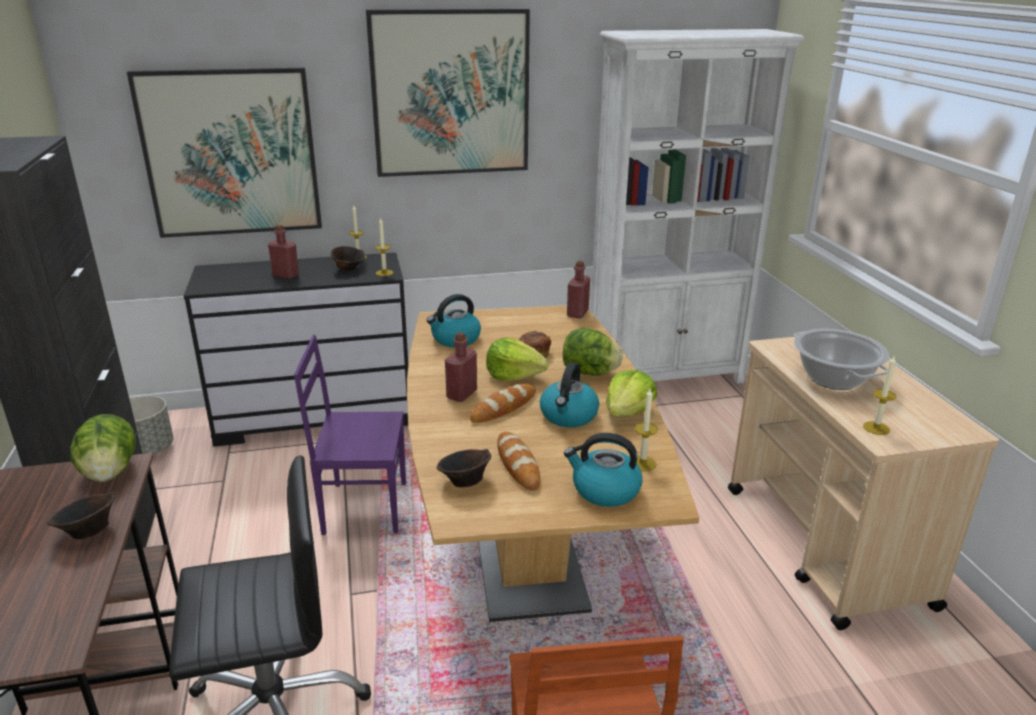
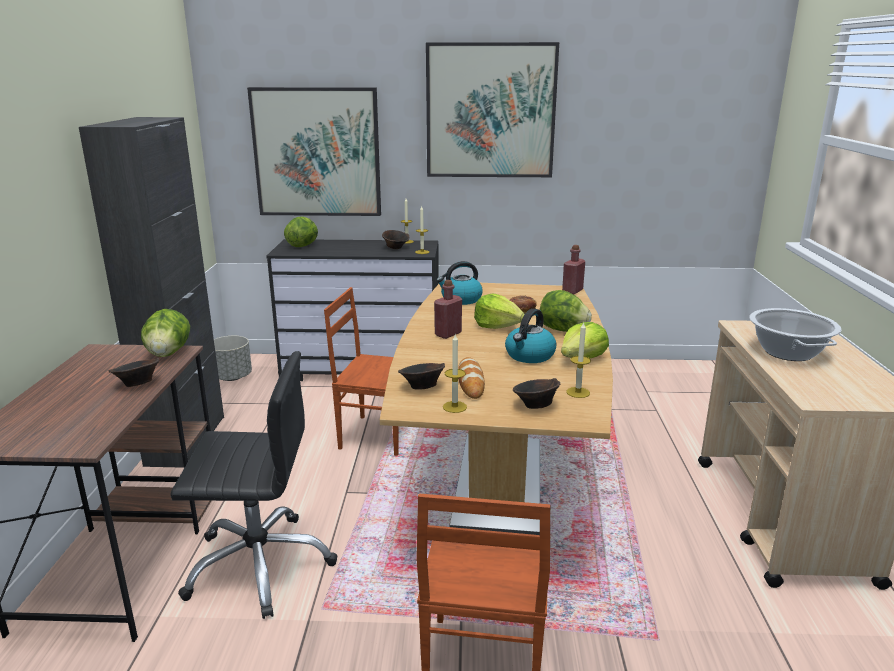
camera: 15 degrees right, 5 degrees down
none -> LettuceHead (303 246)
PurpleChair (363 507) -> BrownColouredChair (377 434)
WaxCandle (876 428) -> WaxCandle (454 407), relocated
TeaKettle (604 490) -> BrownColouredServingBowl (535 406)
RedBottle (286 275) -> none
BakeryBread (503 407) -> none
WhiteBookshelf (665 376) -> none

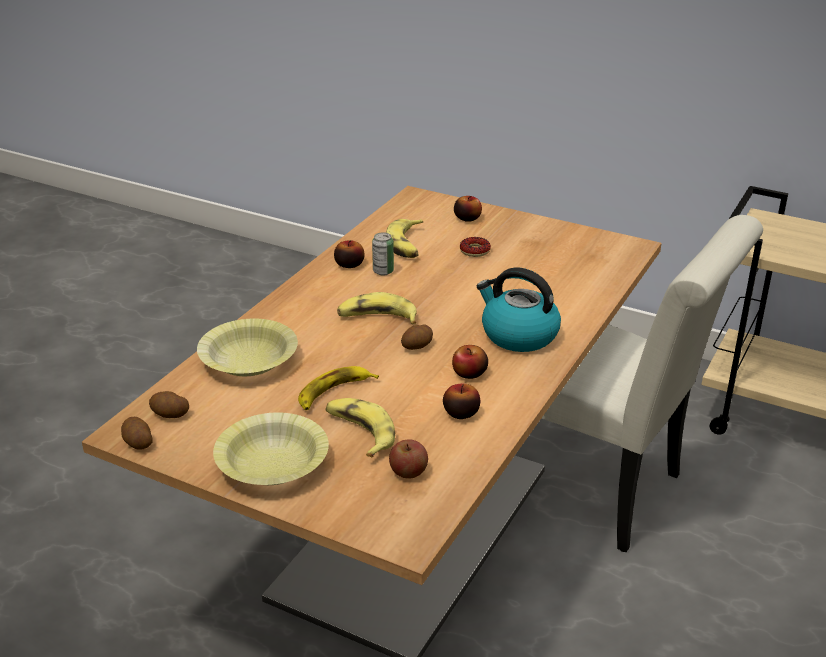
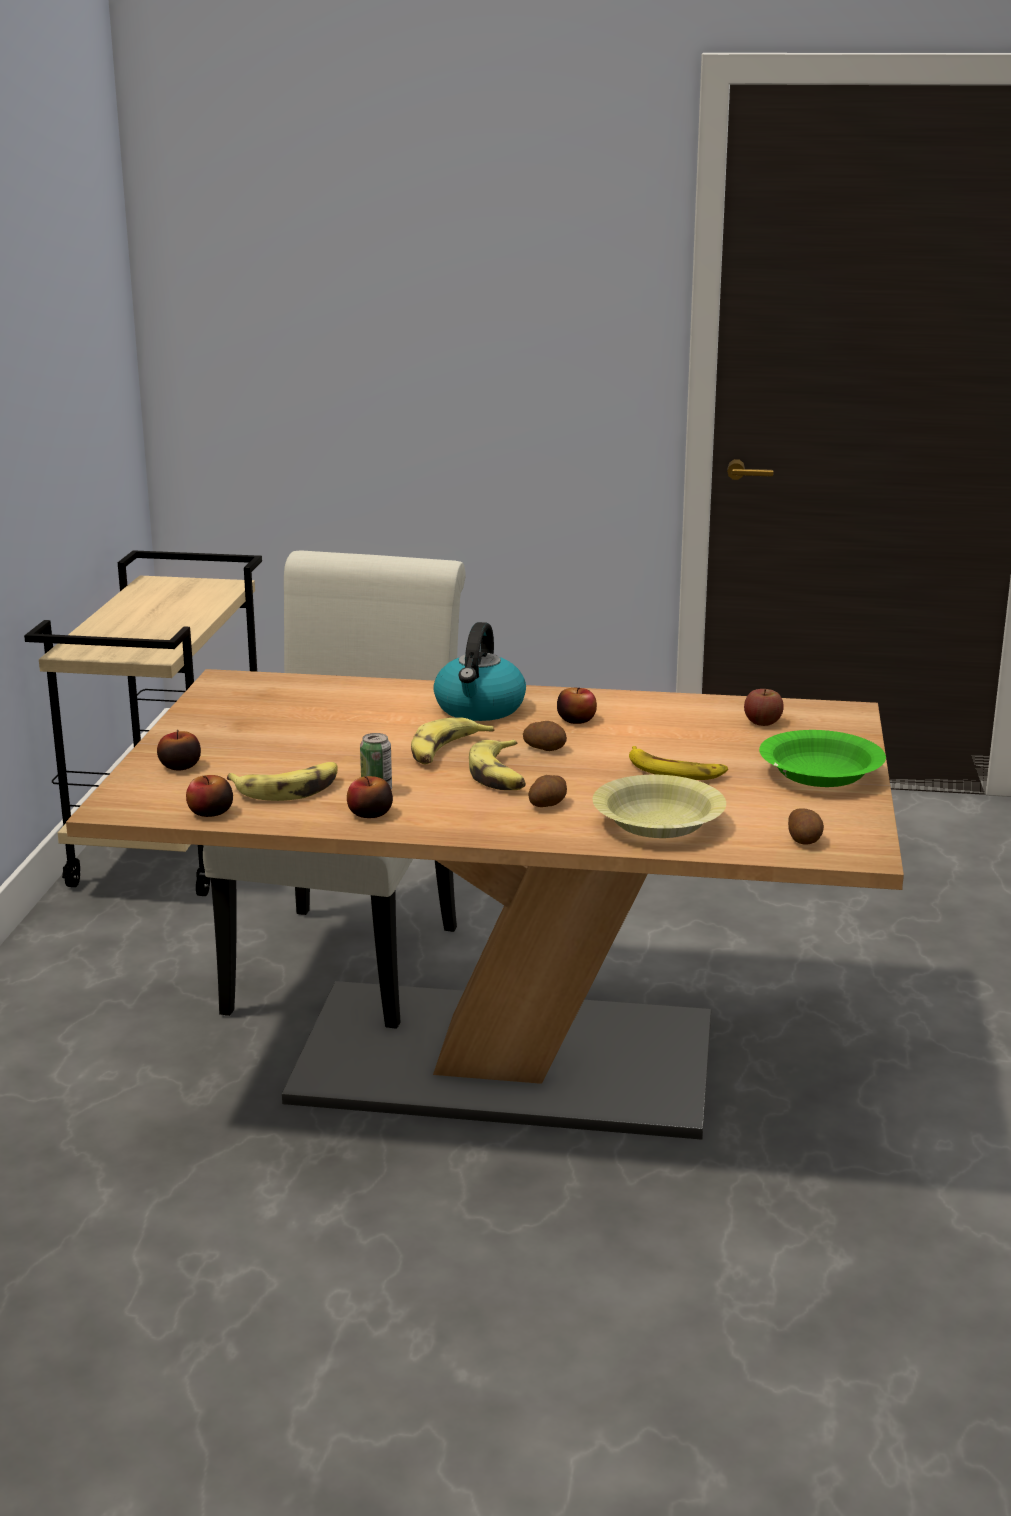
camera: 110 degrees left, 10 degrees down
WholeApple (461 413) -> WholeApple (210 812), relocated
BananaFruit (360 432) -> BananaFruit (446 752), relocated
Spud (137 443) -> Spud (548 804), relocated
YellowishServingBowl (273 464) -> GreenishServingBowl (820 774)
Donut (475 251) -> none

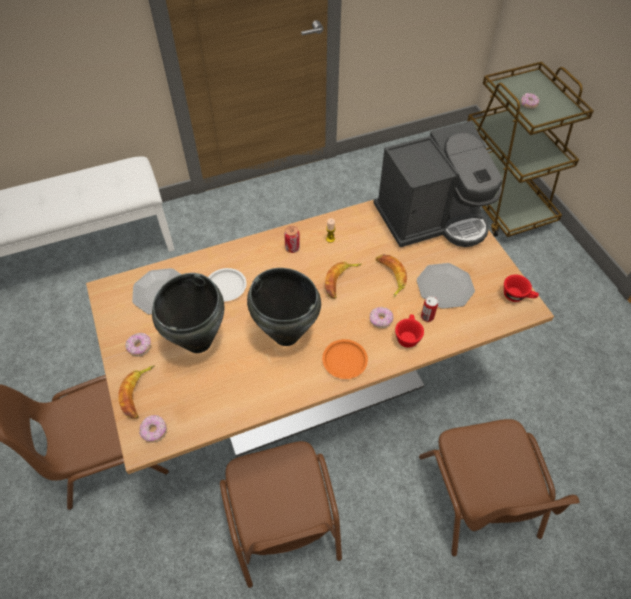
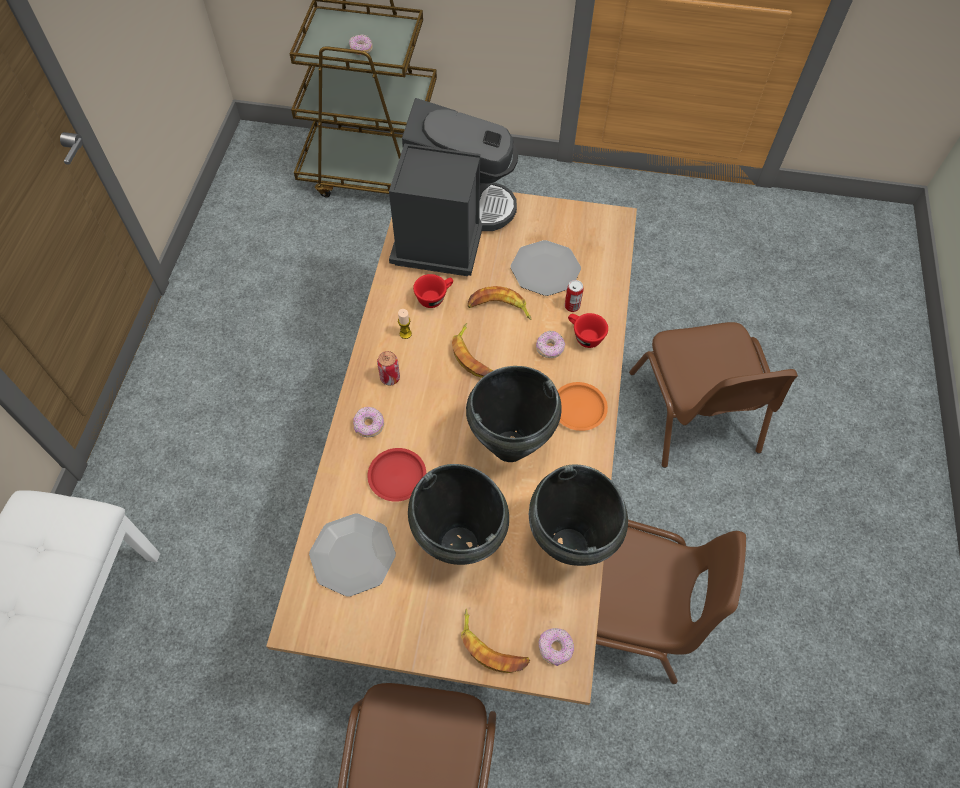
camera: 60 degrees left, 5 degrees up
Donut (140 347) -> Donut (369 425), relocated
WhiteDinnerPlate (225 287) -> RedDinnerPlate (397 477)
RedCup (517 296) -> RedCup (434 297), relocated
none -> BlackColouredCookingPot (568 547)
BrownColouredChair (479 497) -> BrownColouredChair (695 413), 60 degrees clockwise

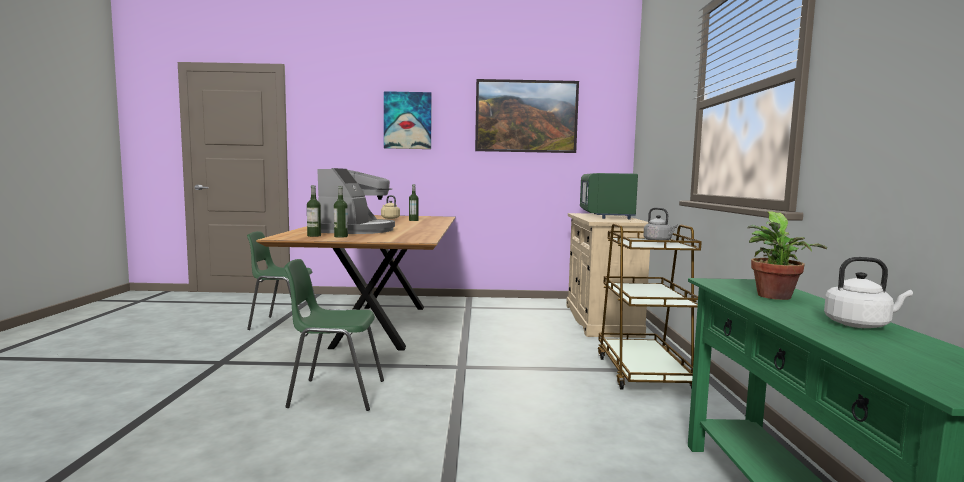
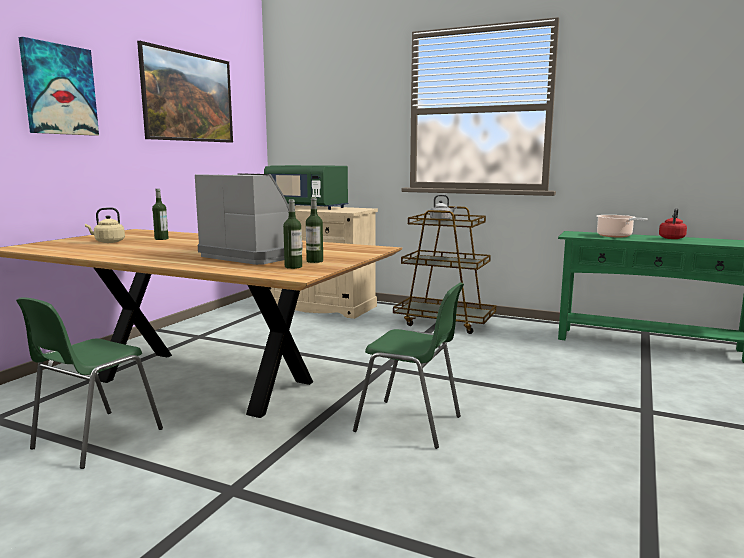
camera: 65 degrees left, 5 degrees up
GreenishChair (335 394) -> GreenishChair (411 424), 90 degrees counterclockwise
PlantInAPot (775 297) -> CookingPot (616 236)
WhiteTeaKettle (860 325) -> RedTeaKettle (672 238)

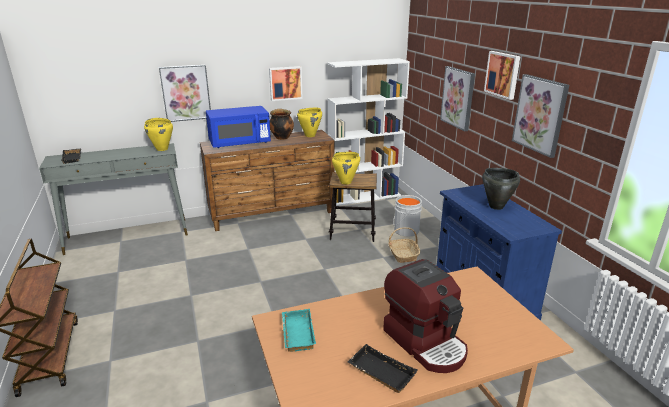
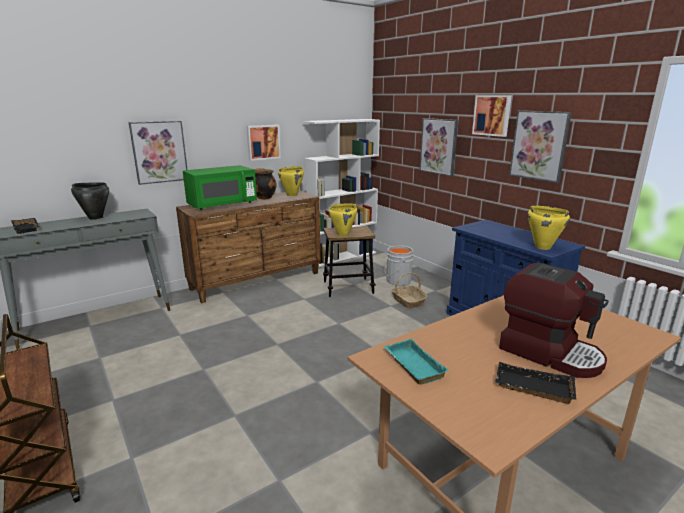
camera: 15 degrees left, 5 degrees down
BlackColouredCookingPot (496 206) -> BlackColouredCookingPot (95 217), relocated
BluishKitchenMicrowave (239 143) -> GreenishKitchenMicrowave (222 204)
YellowishCookingPot (162 149) -> YellowishCookingPot (542 247), relocated

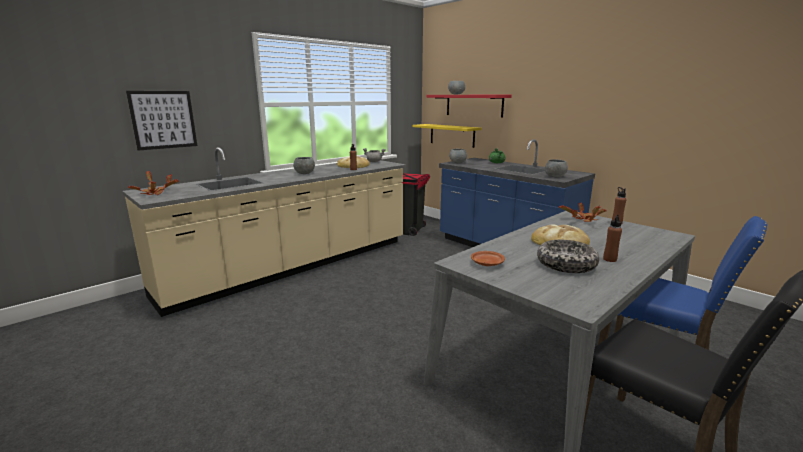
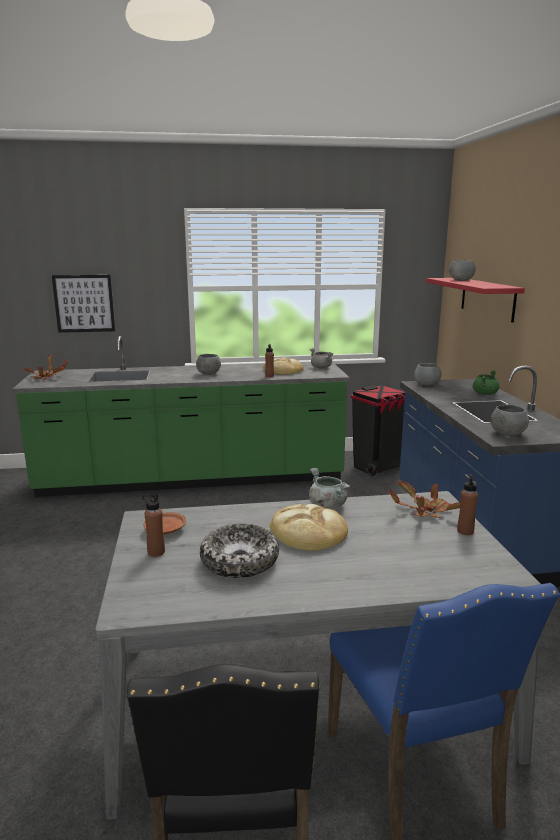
camera: 35 degrees right, 0 degrees up
BeigeKitchenCounter (294 266) -> GreenishKitchenCounter (193 479)
BrownColouredBottle (609 259) -> BrownColouredBottle (156 552), relocated
none -> GreyCookingPot (327 505)
YellowishShelf (452 135) -> none

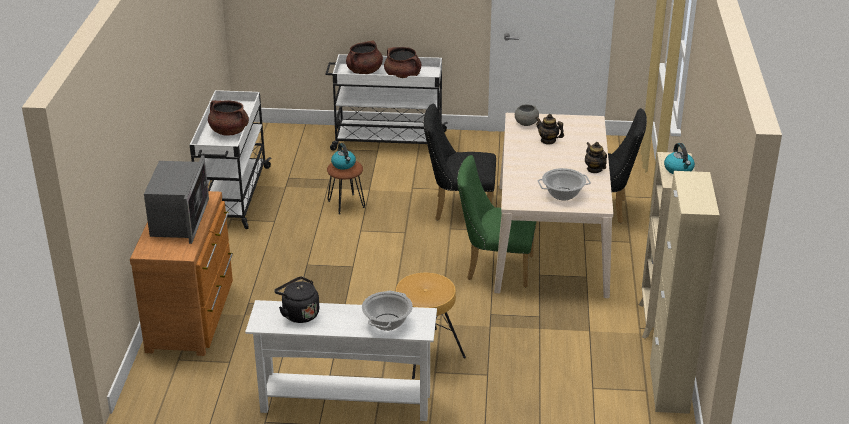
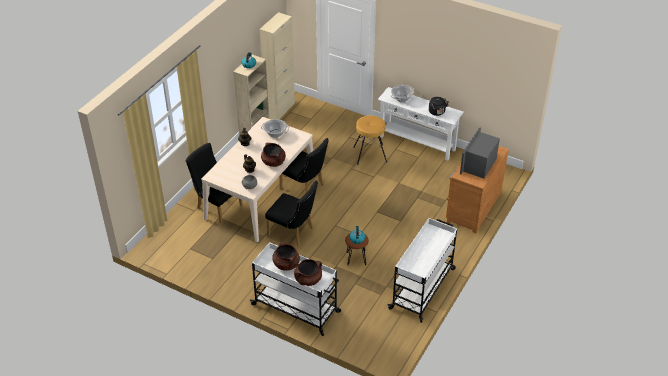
camera: 155 degrees left, 10 degrees up
BrownColouredCookingPot (229 131) -> BrownColouredCookingPot (273 162), relocated
GreenishChair (494 267) -> BlackColouredChair (305 187)

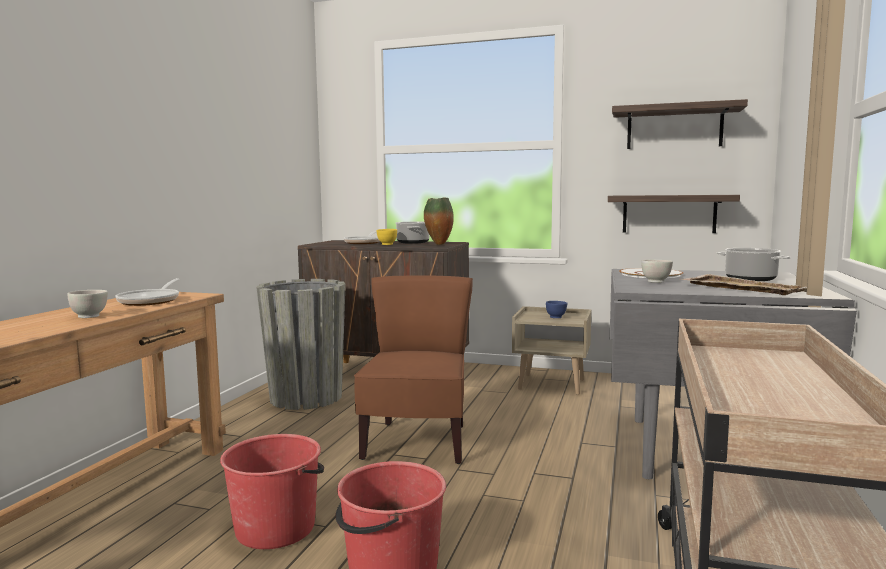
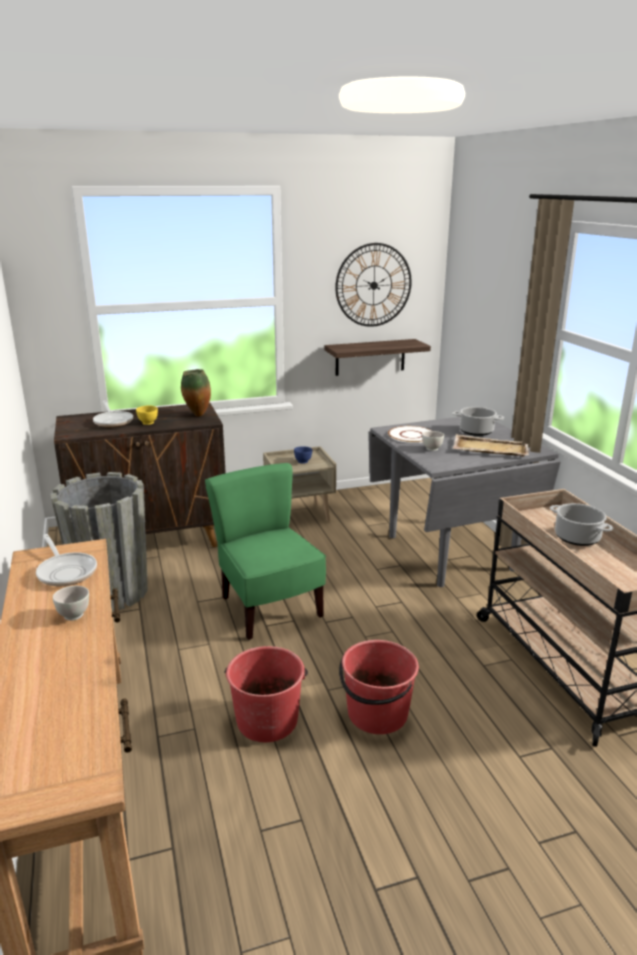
camera: 35 degrees left, 15 degrees up
BrownColouredChair (417 442) -> GreenishChair (269 608)
Shelf (674 128) -> ClockOnTheWall (373 285)
CookingPot (413 242) -> CookingPot (577 537), relocated

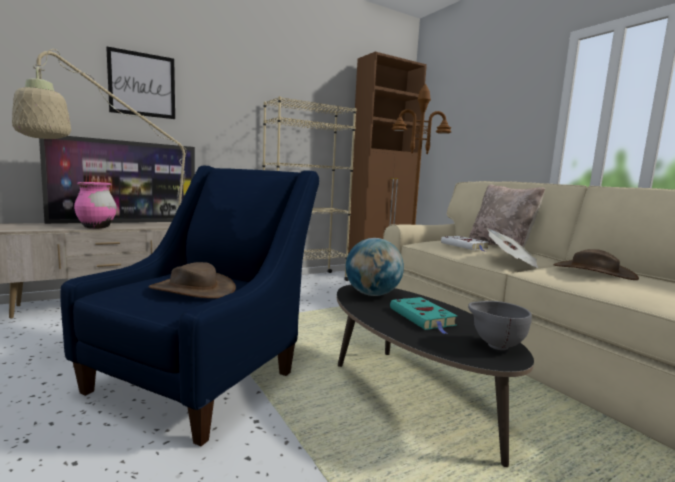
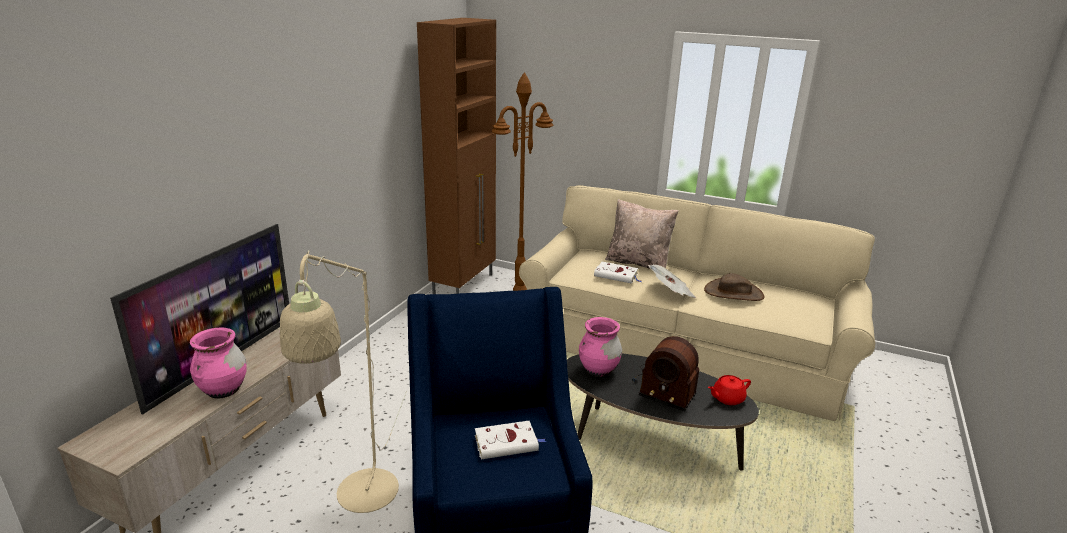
camera: 35 degrees left, 15 degrees up
BrownColouredHat (193 290) -> WhiteVolume (508 443)
DeskGlobe (372 294) -> PinkishDecorativeVase (598 371)
BlueGreenVolume (423 318) -> RadioReceiver (663 387)
GreyServingBowl (494 346) -> RedTeapot (727 398)
WallPicture (142 84) -> none
BeigeBookshelf (304 280) -> none

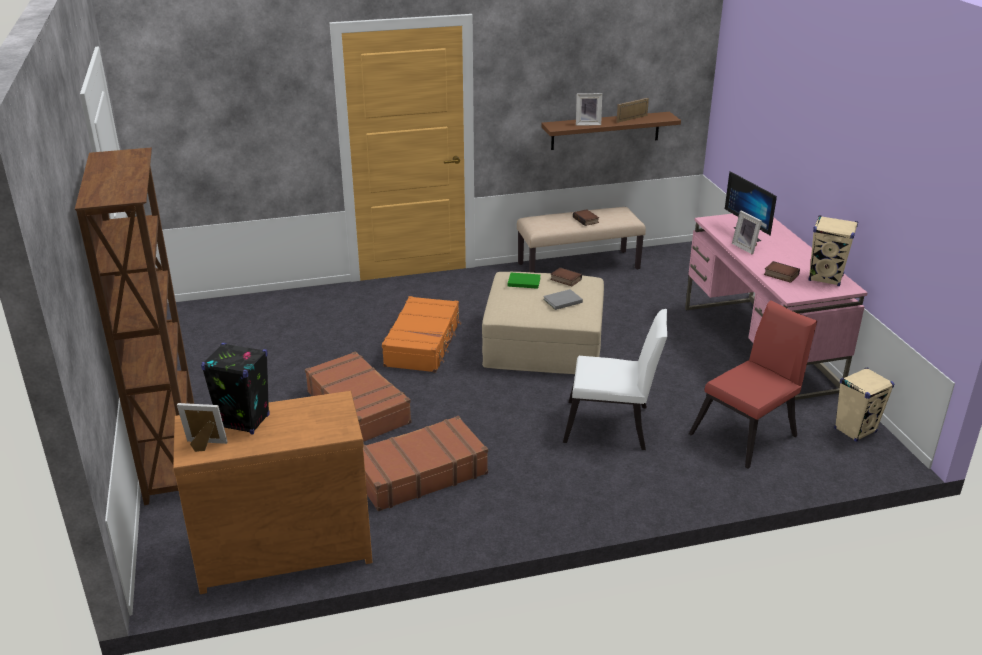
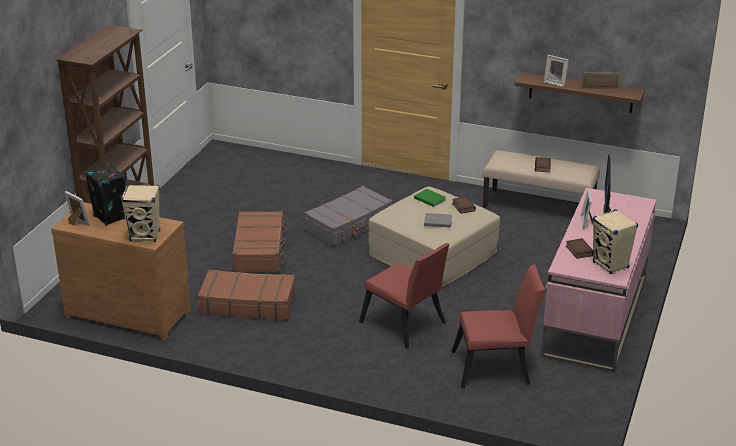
camera: 35 degrees right, 0 degrees up
BeigeSpeaker (855 430) -> BeigeSpeaker (145 236), relocated
OrangeColouredSuitcase (423 344) -> GreySuitcase (349 225)
WhiteChair (612 426) -> RedChair (405 326)

